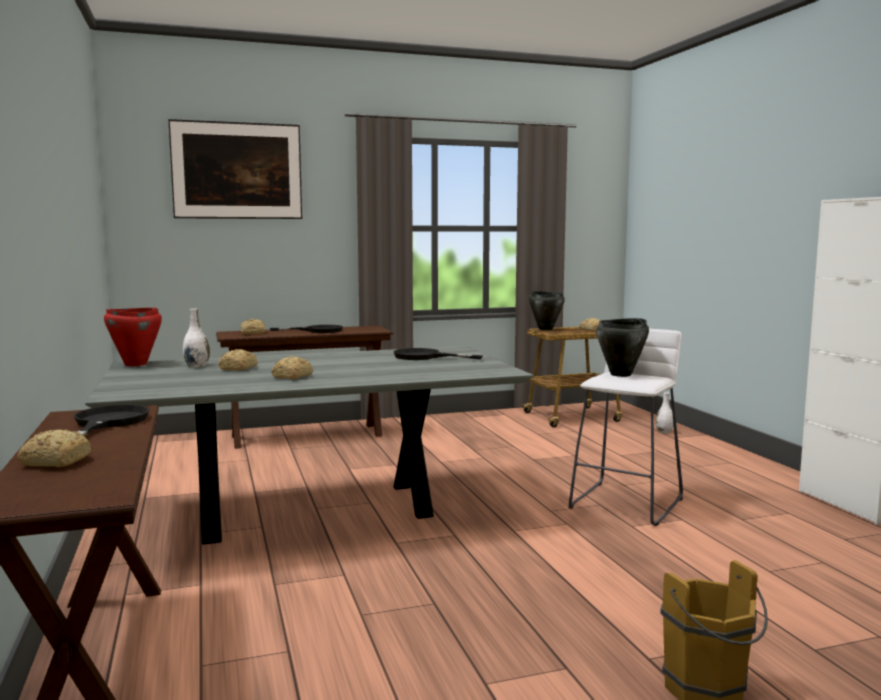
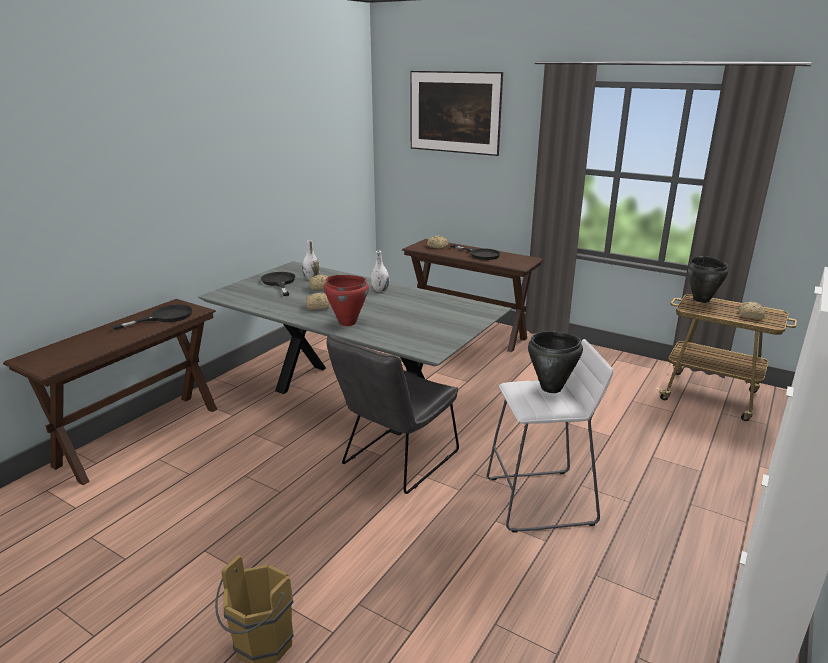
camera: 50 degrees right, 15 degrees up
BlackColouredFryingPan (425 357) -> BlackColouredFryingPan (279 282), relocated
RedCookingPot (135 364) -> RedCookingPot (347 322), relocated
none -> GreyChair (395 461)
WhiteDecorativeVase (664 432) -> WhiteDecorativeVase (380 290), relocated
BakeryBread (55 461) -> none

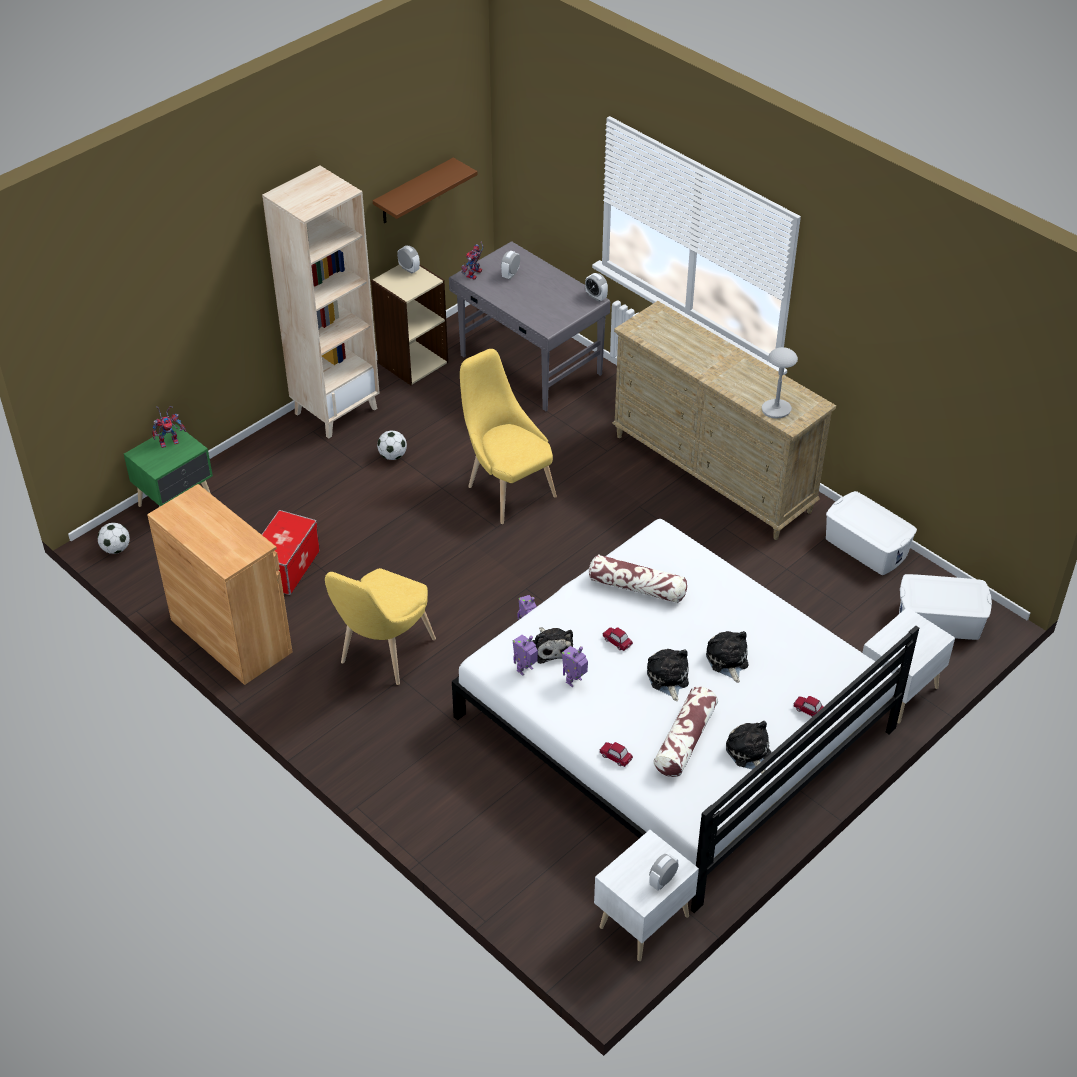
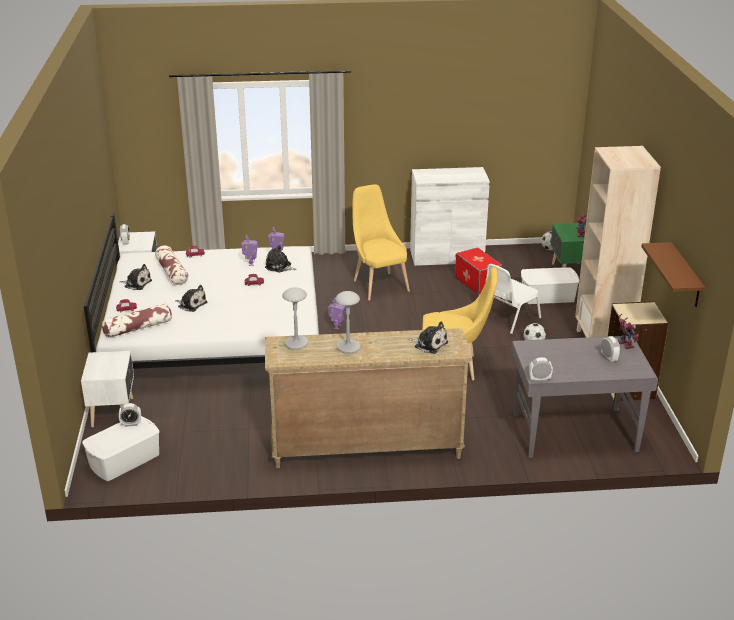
camera: 130 degrees right, 15 degrees down
ThrowPillow (637 587) -> ThrowPillow (138 328), relocated
BedsideClock (409 269) -> BedsideClock (131 424), relocated
none -> GreyTabletopLamp (348 347)
CuddlyToy (668 679) -> CuddlyToy (429 344), relocated
BrownColouredCupboard (231 636) -> WhiteCupboard (446 256)
none -> WhiteChair (508 318)
WhiteStorageContainer (866 546) -> WhiteStorageContainer (548 296), relocated

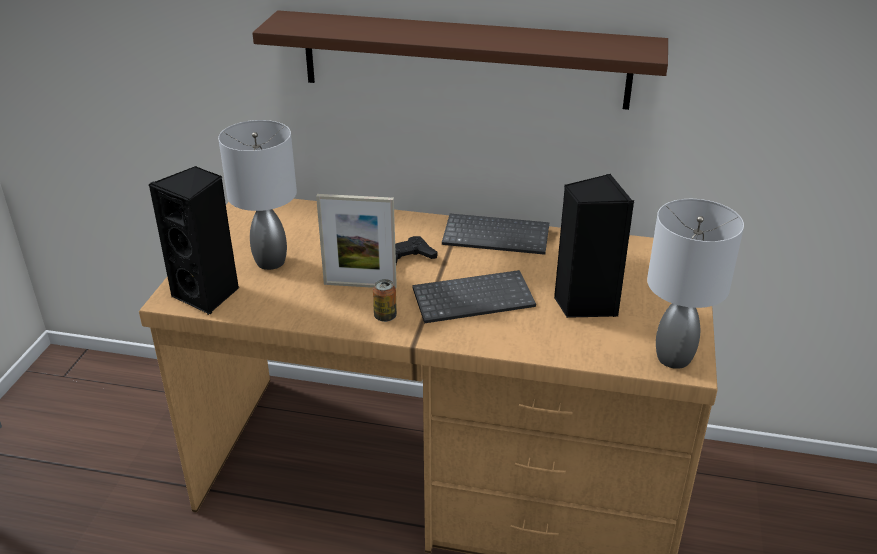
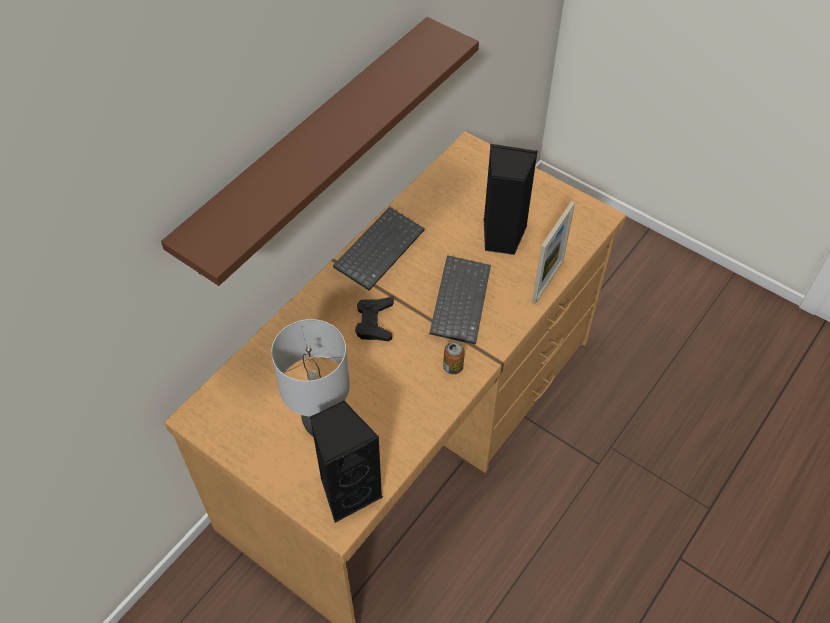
camera: 65 degrees left, 20 degrees up
StandingFrame (360 285) -> StandingFrame (547 281), relocated
GreyTabletopLamp (672 357) -> none

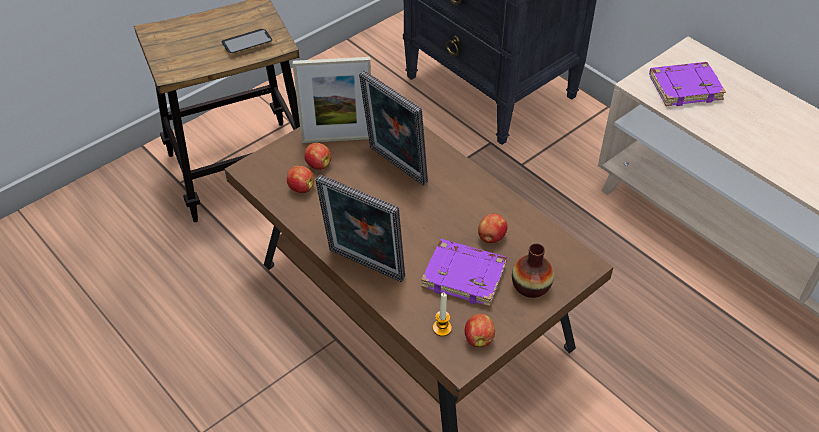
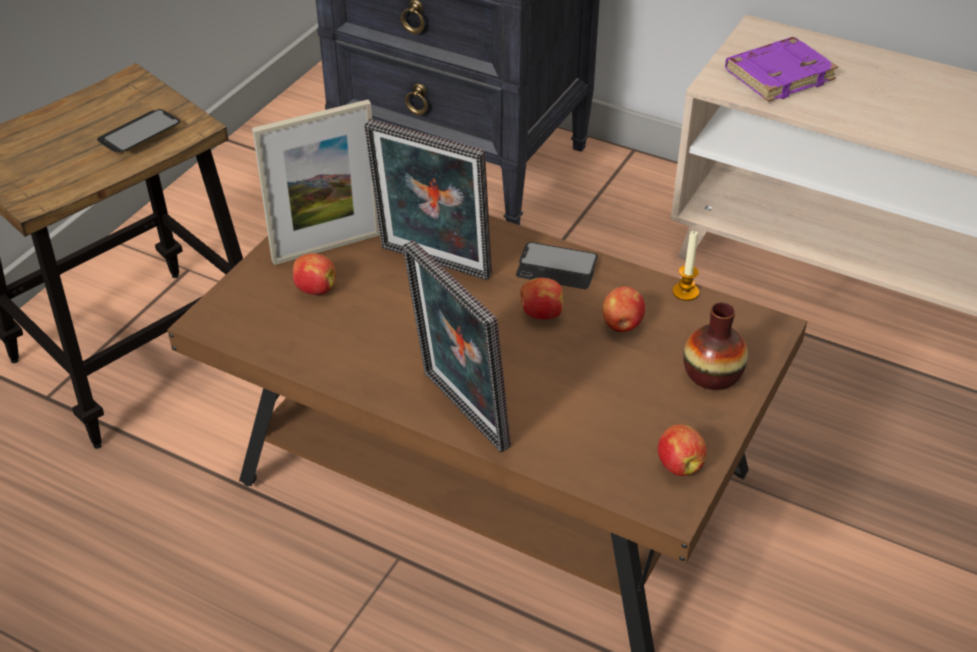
camera: 20 degrees left, 5 degrees down
StandingFrame (364 267) -> StandingFrame (459 413), 45 degrees clockwise
none -> Handset (556 268)
WholeApple (300 188) -> WholeApple (540 314), relocated
WaxCandle (442 328) -> WaxCandle (685 292), relocated
PurpleVolume (465 275) -> none

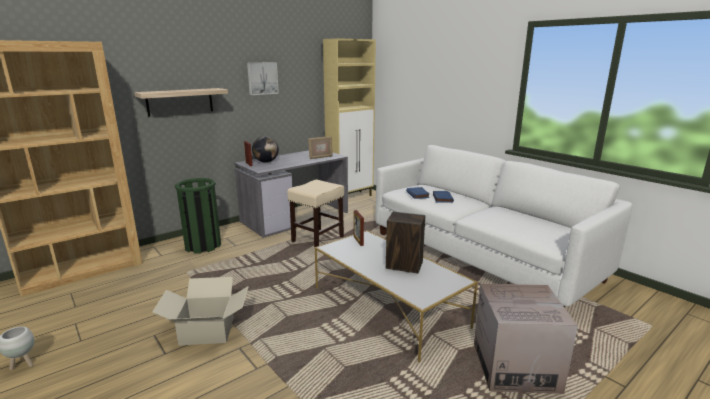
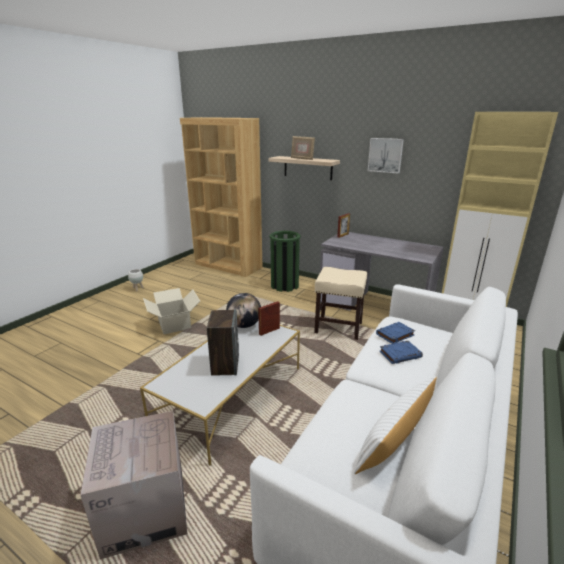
camera: 70 degrees right, 5 degrees up
DeskGlobe (266 162) -> DeskGlobe (244 325), relocated
StandingFrame (320 157) -> StandingFrame (302 158), relocated
none -> WhiteThrowPillow (393 441)

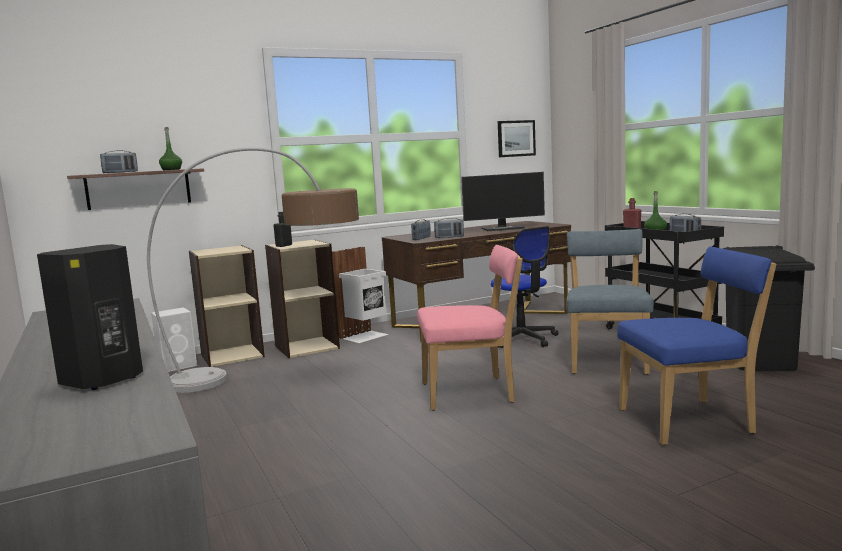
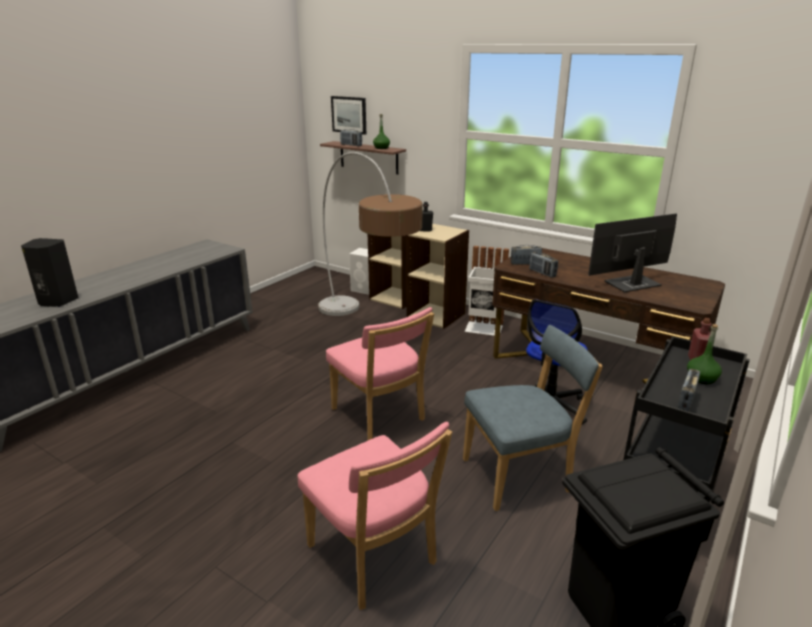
camera: 60 degrees right, 15 degrees up
BluishChair (691 421) -> PinkishChair (375 558)
WallPicture (516 138) -> WallPicture (349 115), relocated
ComputerDisplay (503 228) -> ComputerDisplay (631 284), 105 degrees clockwise

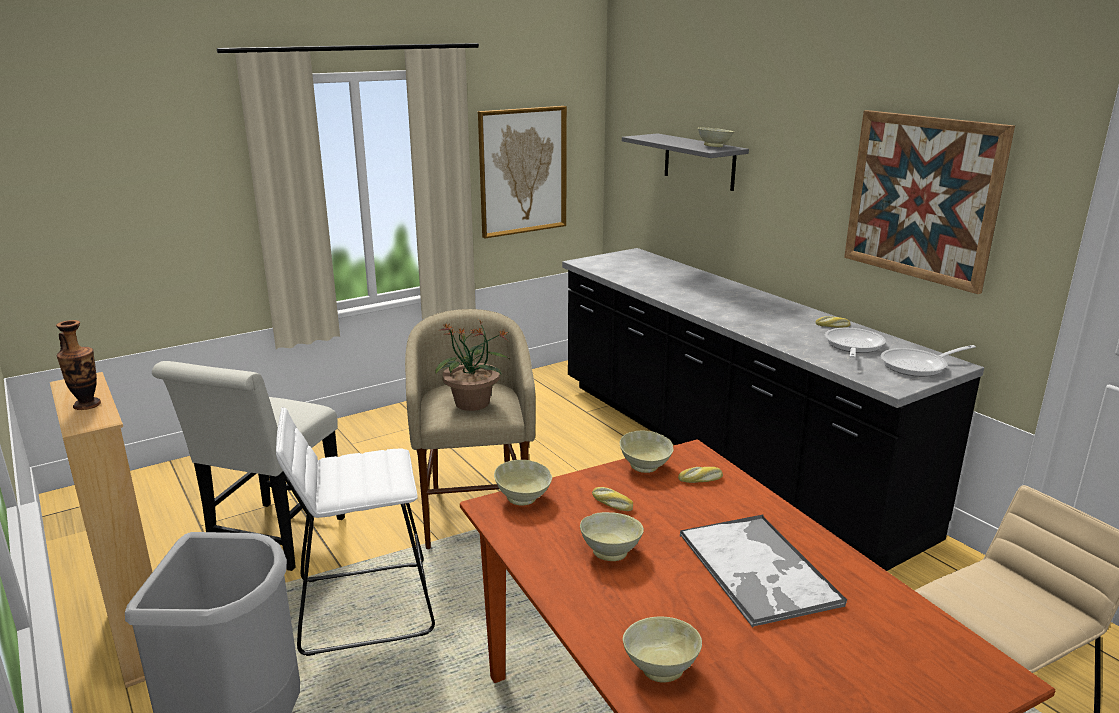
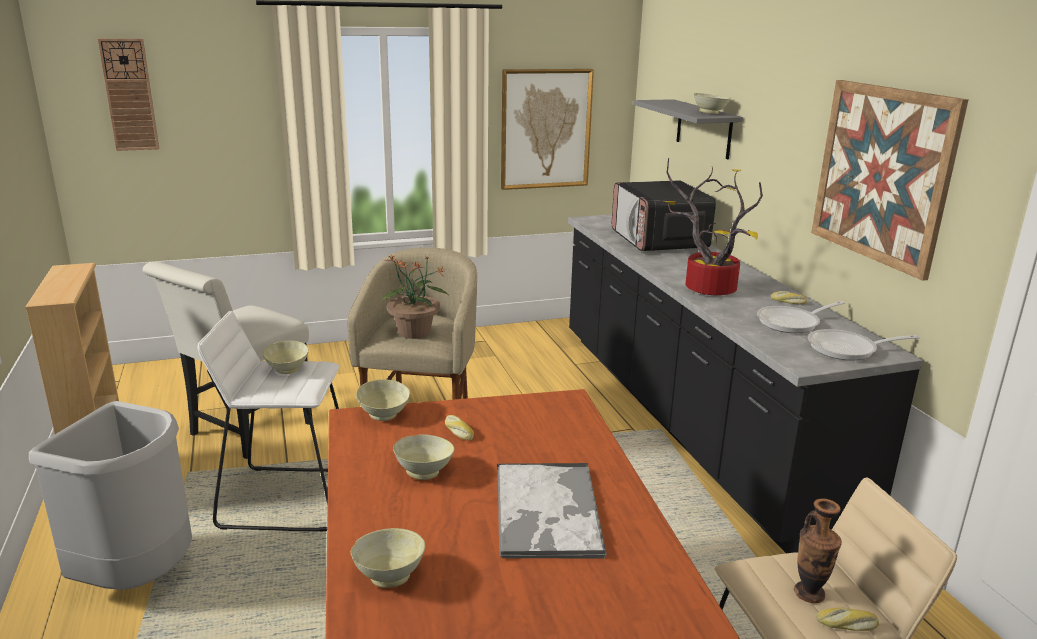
camera: 15 degrees right, 0 degrees up
none -> ClockOnTheWall (129 95)
BeigeServingBowl (644 467) -> BeigeServingBowl (287 370), relocated
none -> KitchenMicrowave (659 241)
none -> PlantInAPot (705 289)
FryingPan (852 346) -> FryingPan (792 323), 150 degrees counterclockwise
DecorativeVase (87 405) -> DecorativeVase (809 593), relocated
BakeryBread (700 480) -> BakeryBread (847 625), relocated

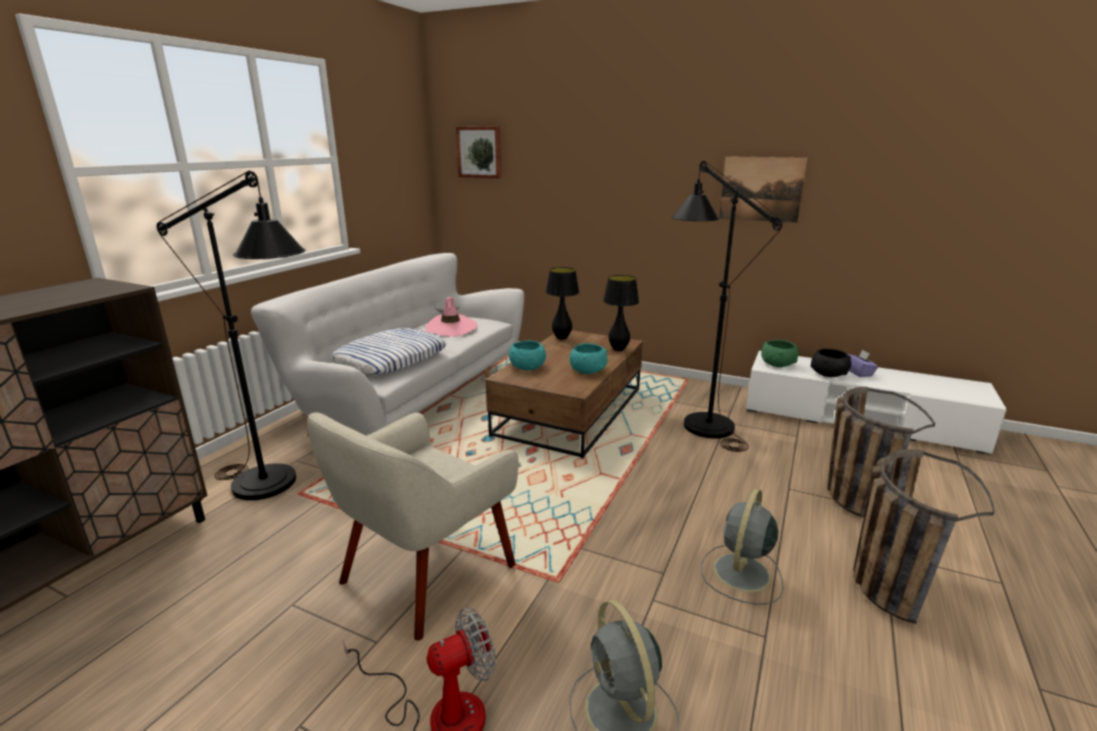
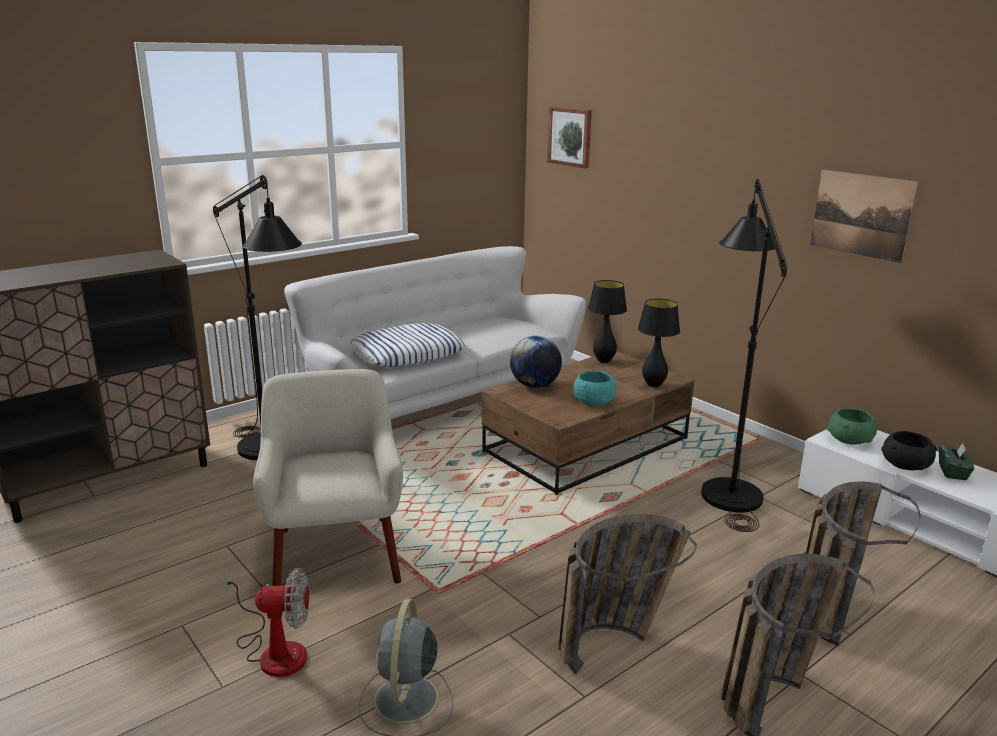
camera: 25 degrees right, 0 degrees up
BeigeLoungeChair (425 573) -> BeigeLoungeChair (336 553), 105 degrees clockwise
BlueGreenServingBowl (527 366) -> DeskGlobe (535 385)
GreyCoolingFan (741 574) -> StorageBasket (615 641)
PurpleTissueBox (858 372) -> GreenishTissueBox (953 472)
PinkishHat (451 328) -> none

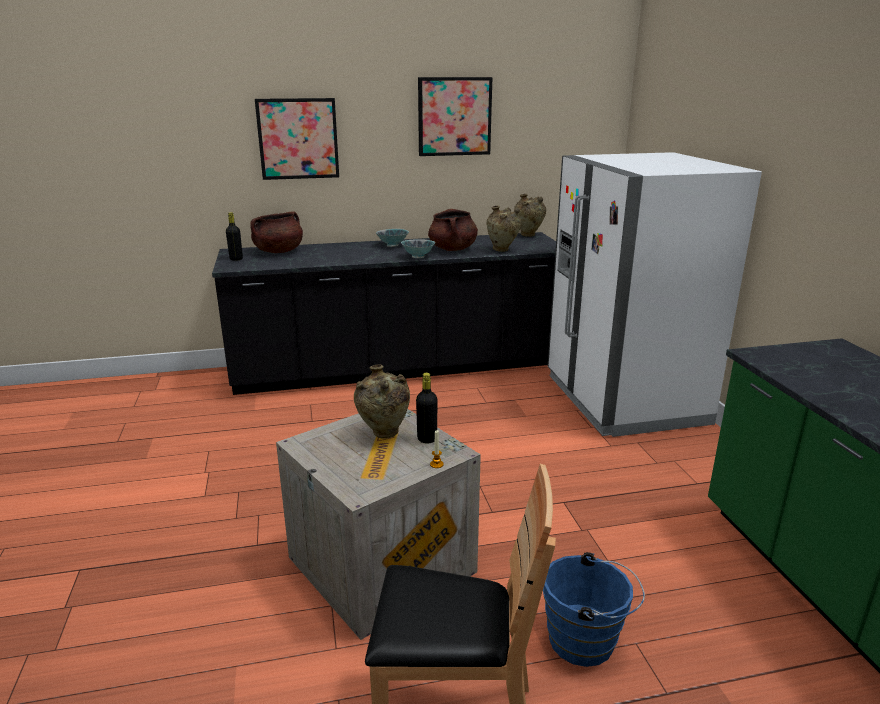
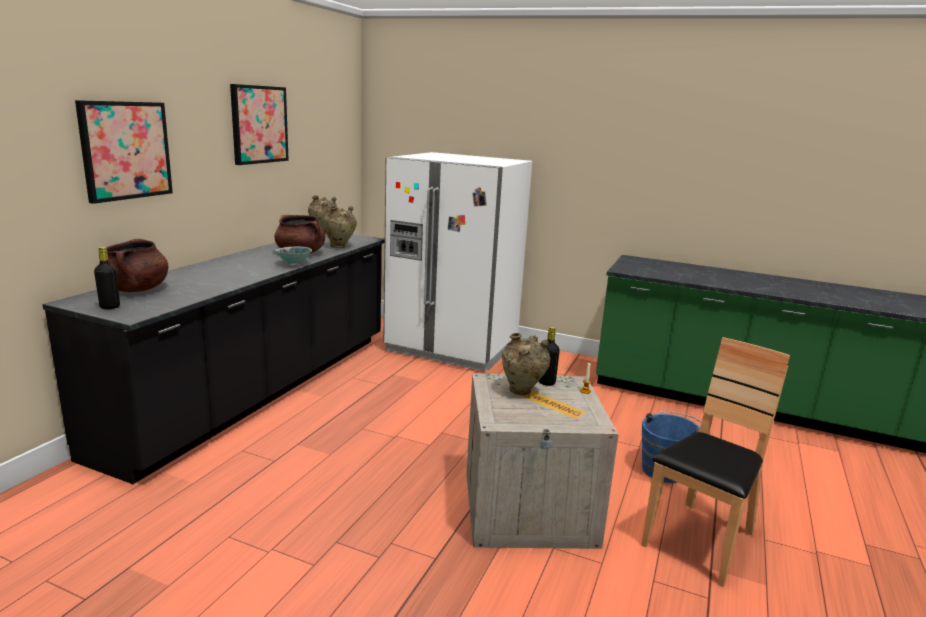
camera: 55 degrees left, 5 degrees down
ServingBowl (392 245) -> none

